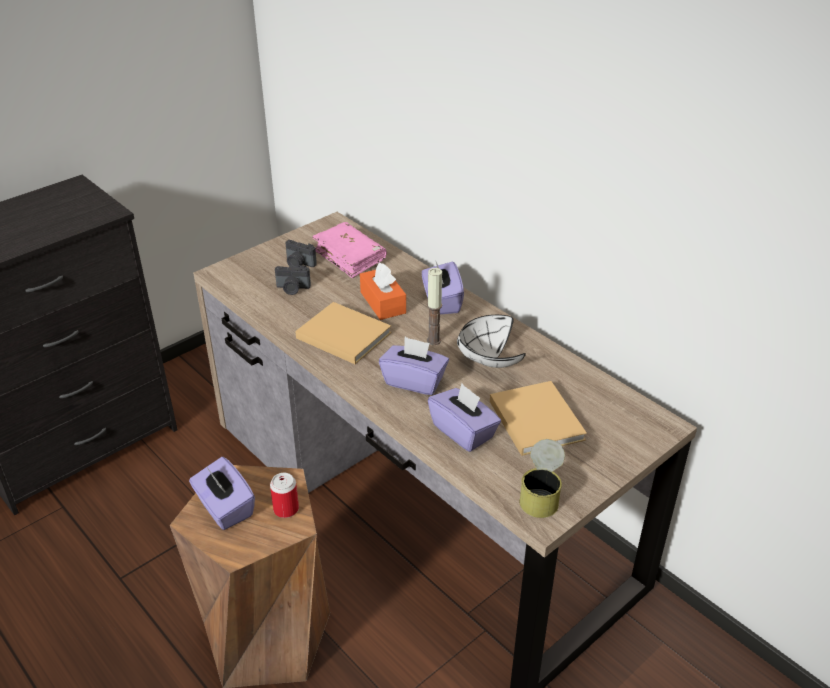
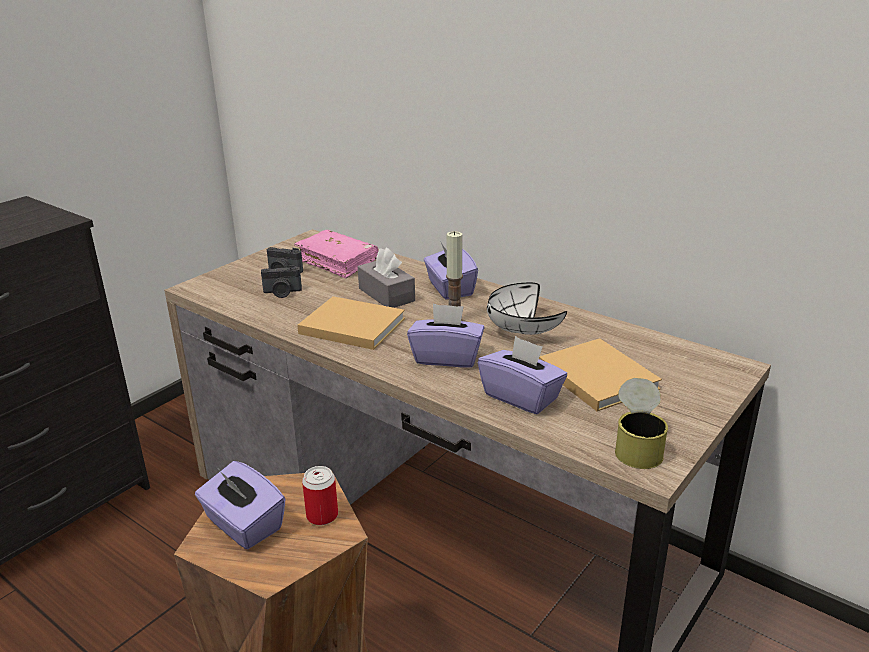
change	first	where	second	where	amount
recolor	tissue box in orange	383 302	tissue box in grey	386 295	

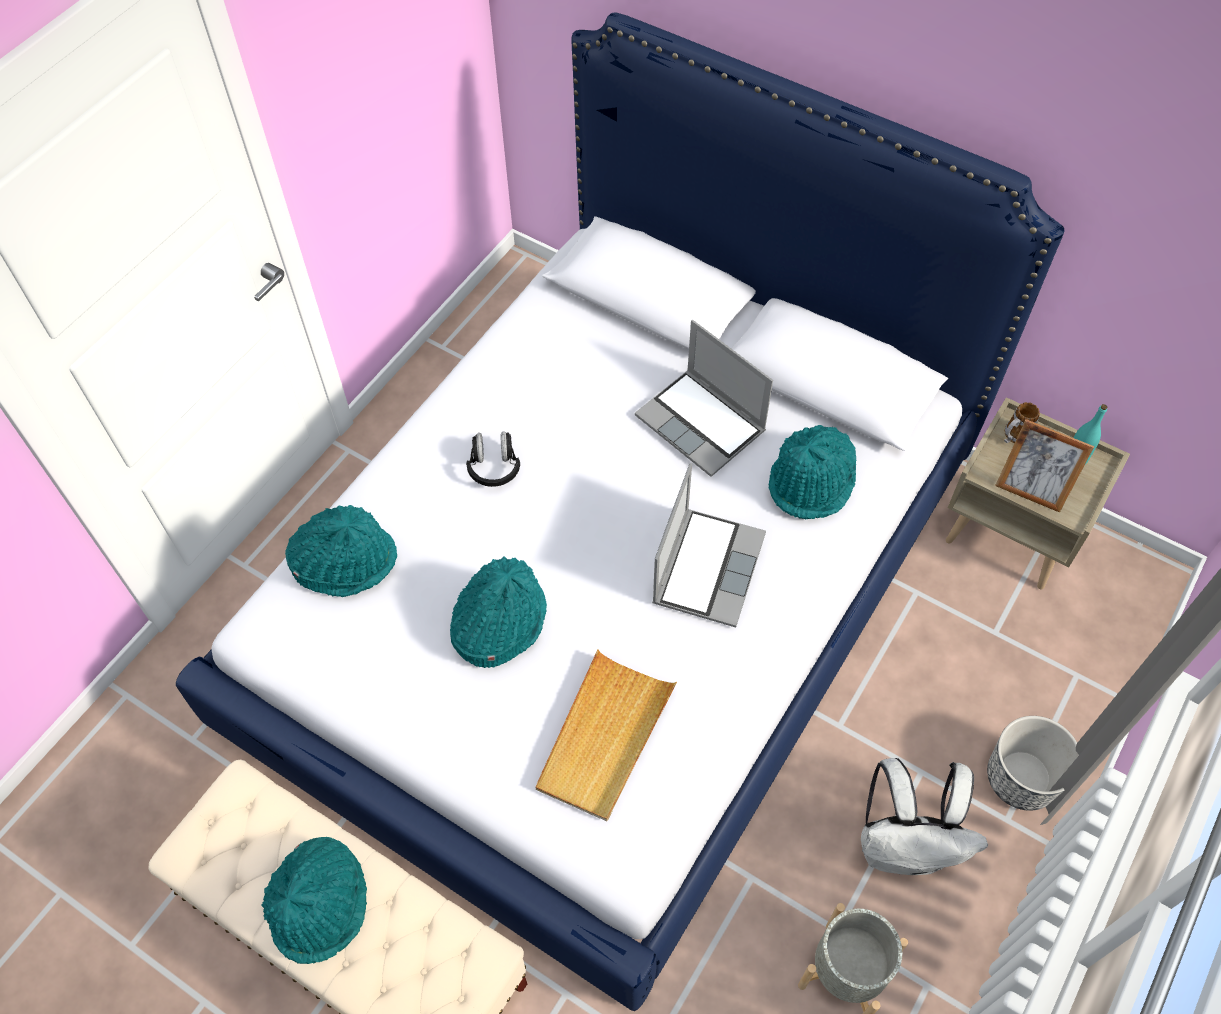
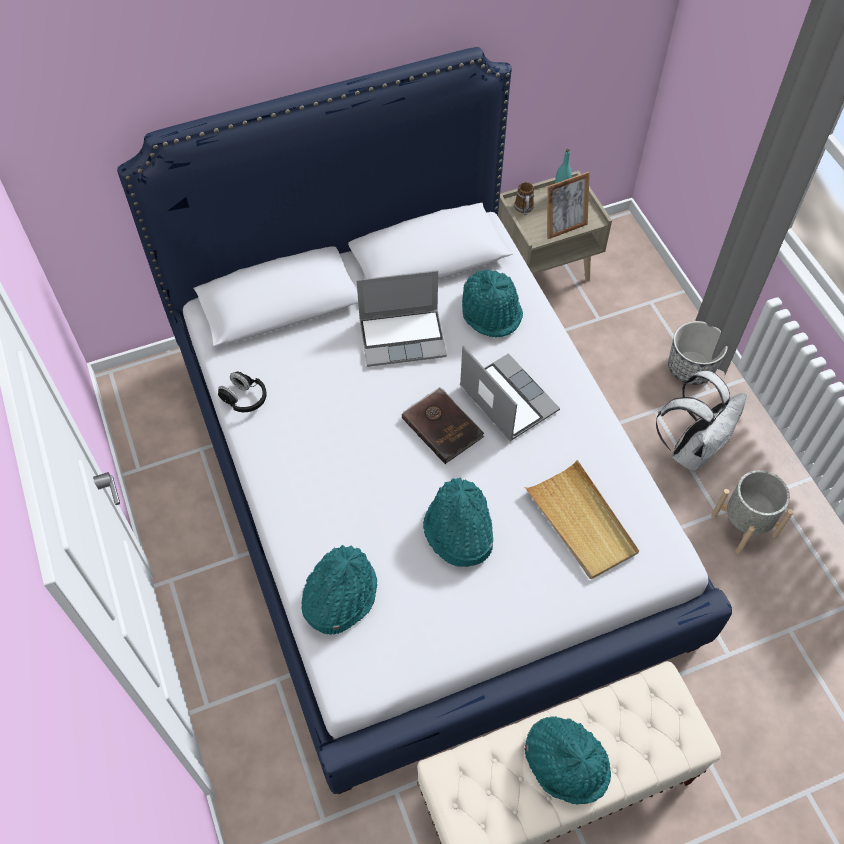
change	first	where	second	where	amount
insert			book in brown	442 426	
move	headphones in black	494 467		244 399	

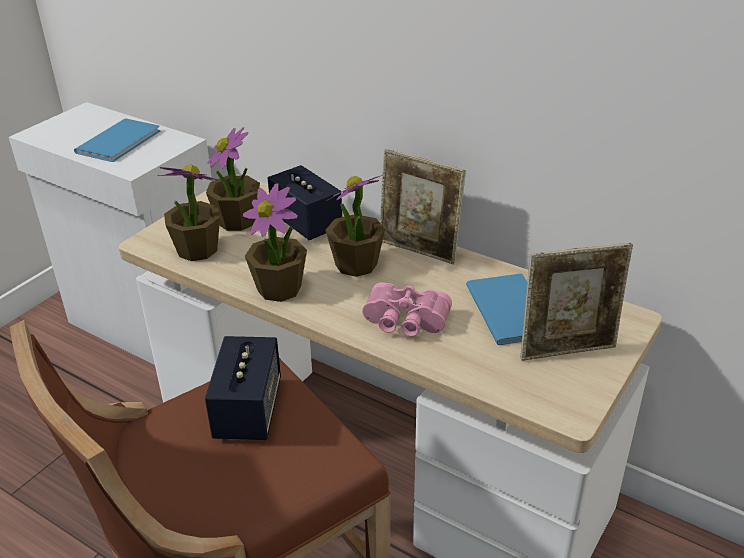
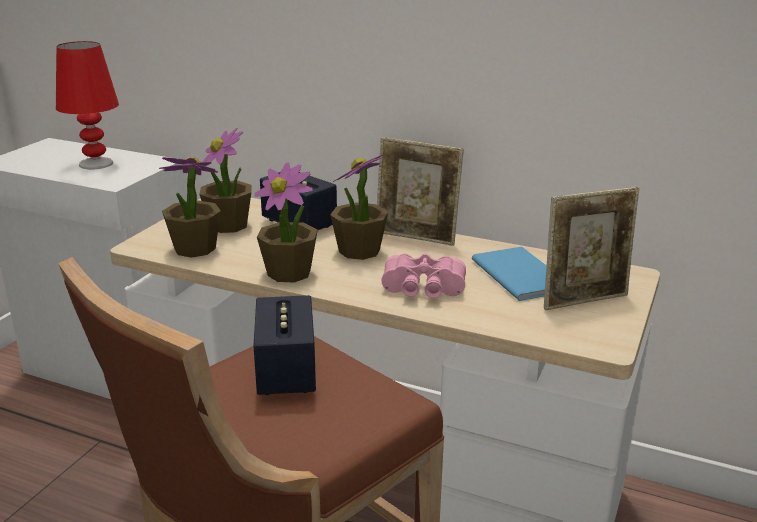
change	first	where	second	where	amount
replace	book in blue	122 141	table lamp in red	96 164	

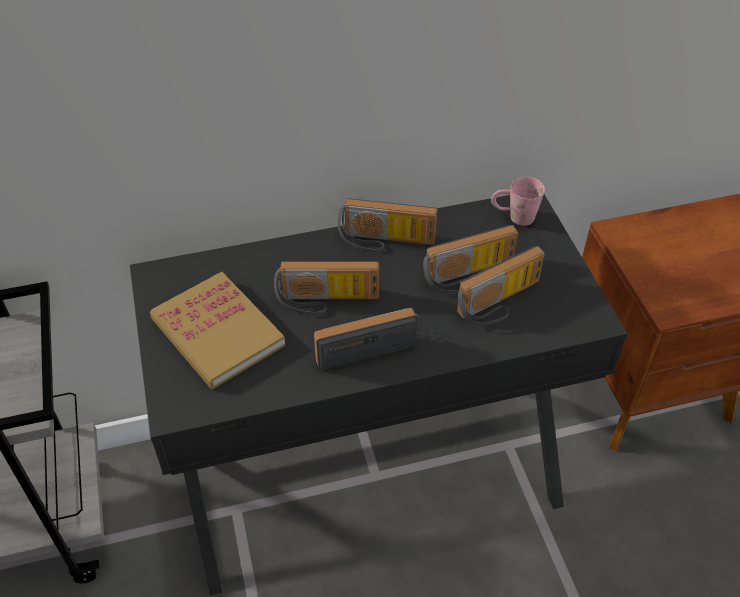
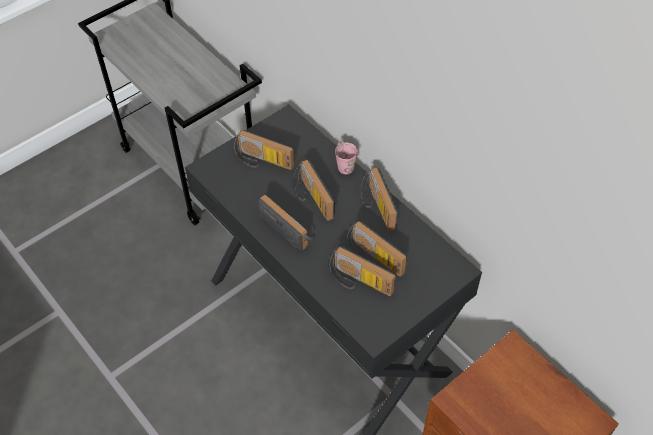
change	first	where	second	where	amount
move	mug in pink	513 217		344 164	
replace	book	217 332	radio	262 161	

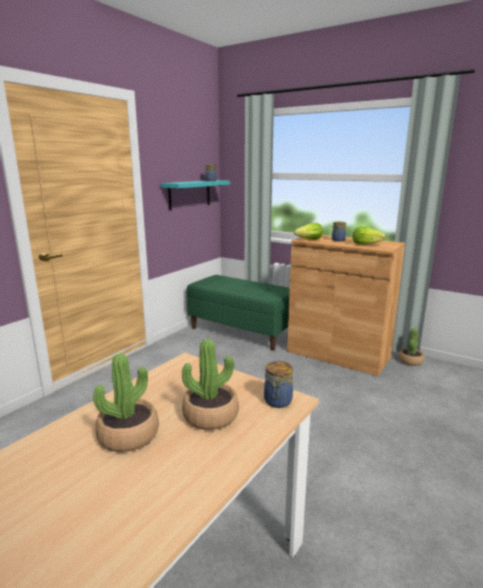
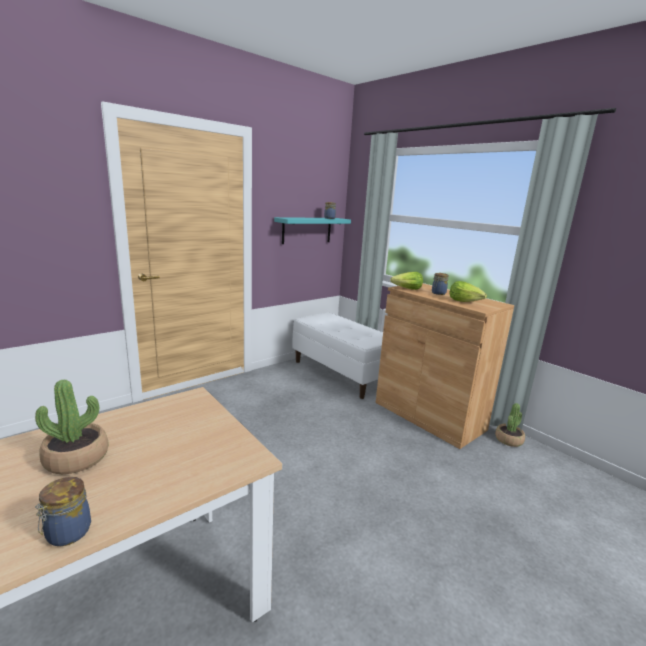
change	first	where	second	where	amount
delete	potted plant	210 415			
move	jar	277 402		67 534	
recolor	bench in green	242 331	bench in white	342 373	

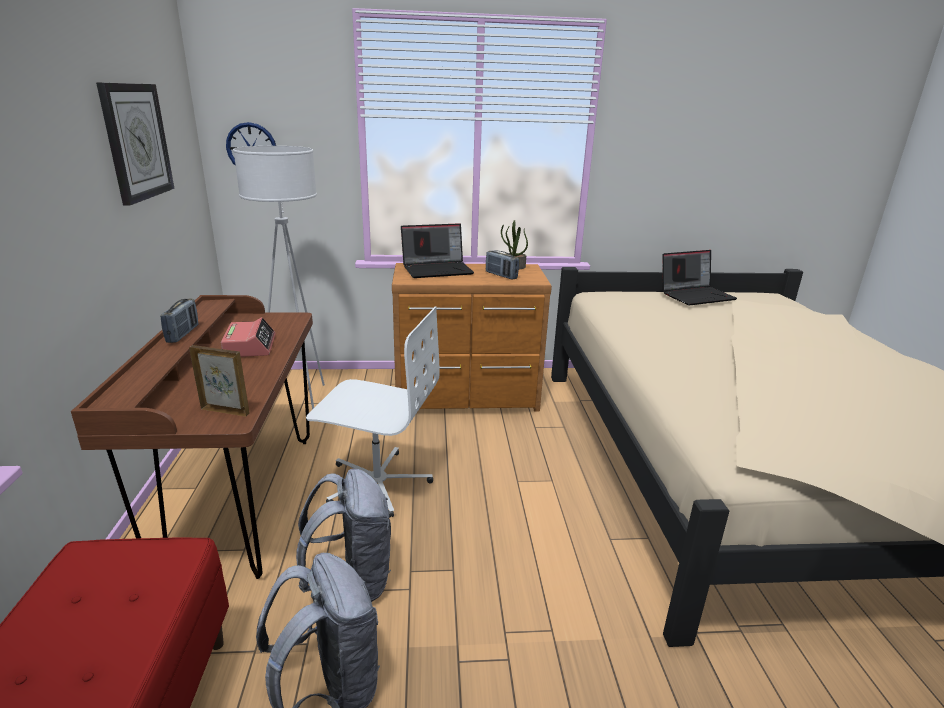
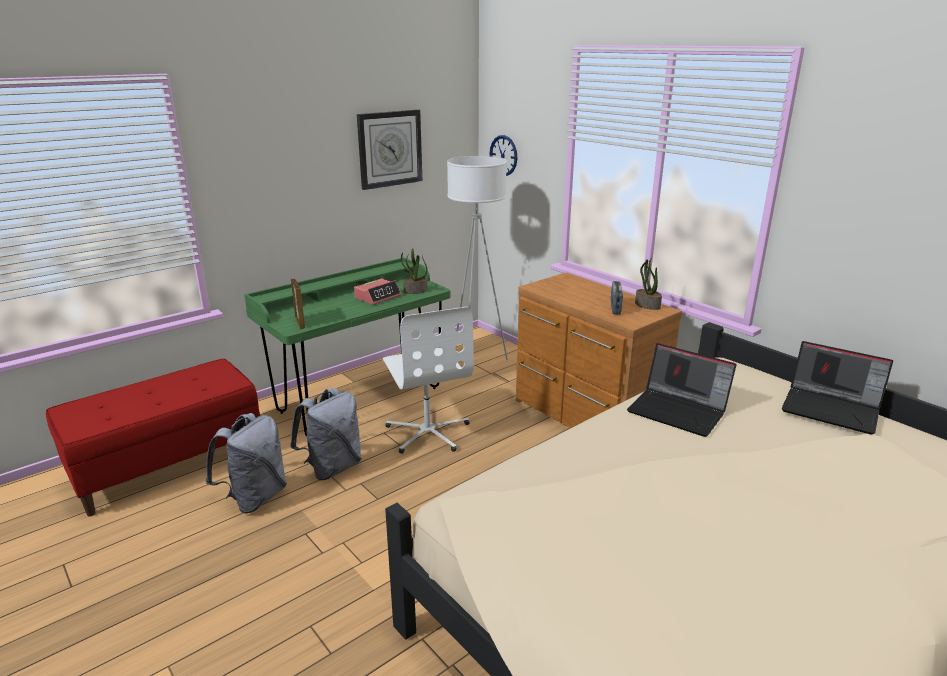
change	first	where	second	where	amount
delete	radio	183 334			
insert			potted plant	415 291	
move	laptop	438 269		679 411	
recolor	desk in brown	243 500	desk in green	360 400	

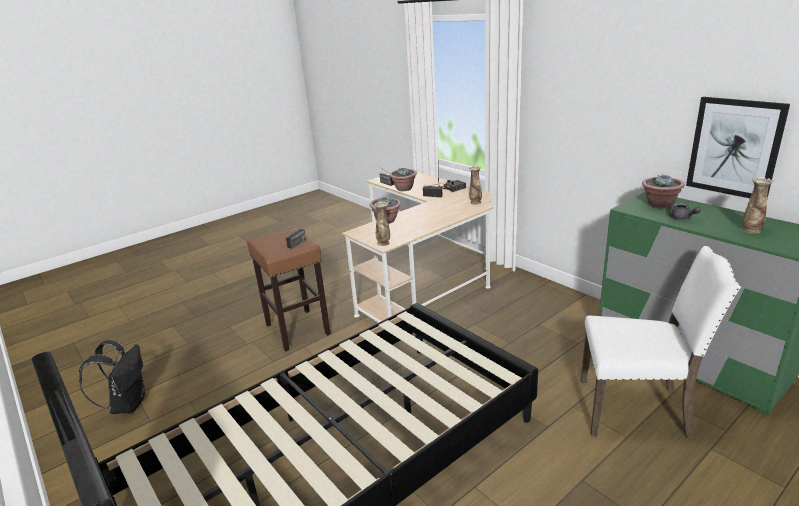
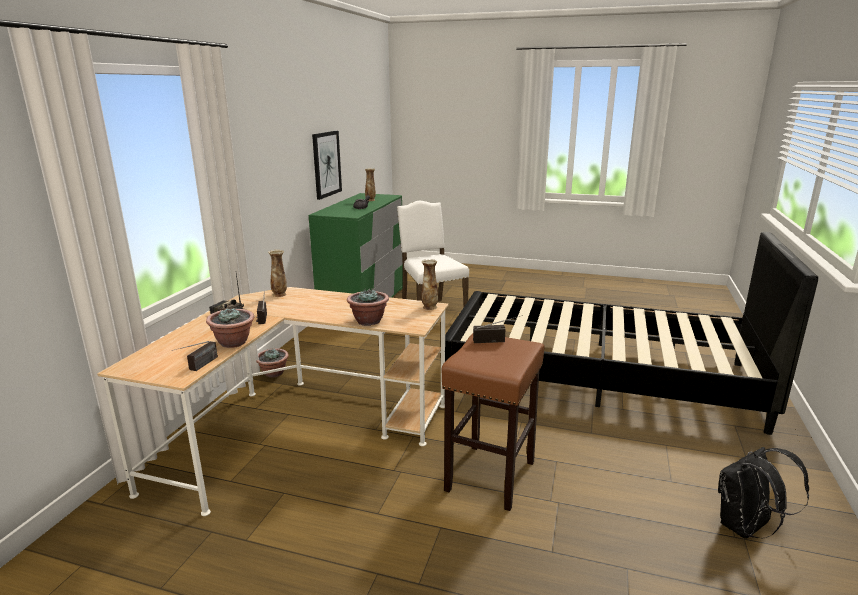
change	first	where	second	where	amount
move	potted plant	659 205		274 373	

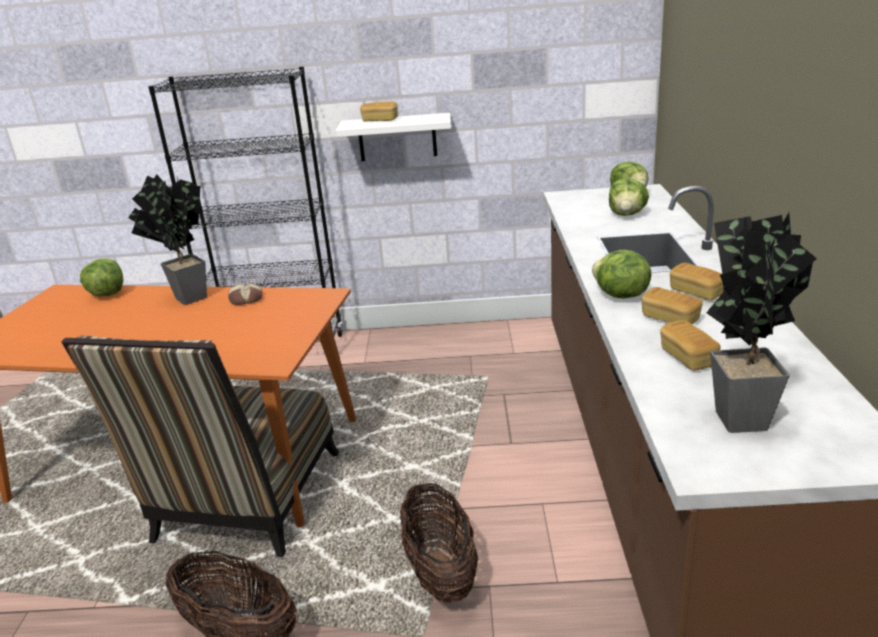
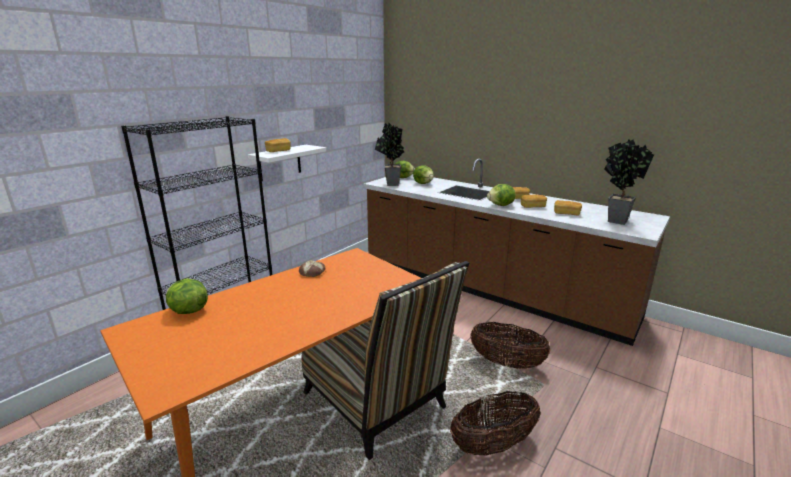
change	first	where	second	where	amount
move	potted plant	185 299		391 185	

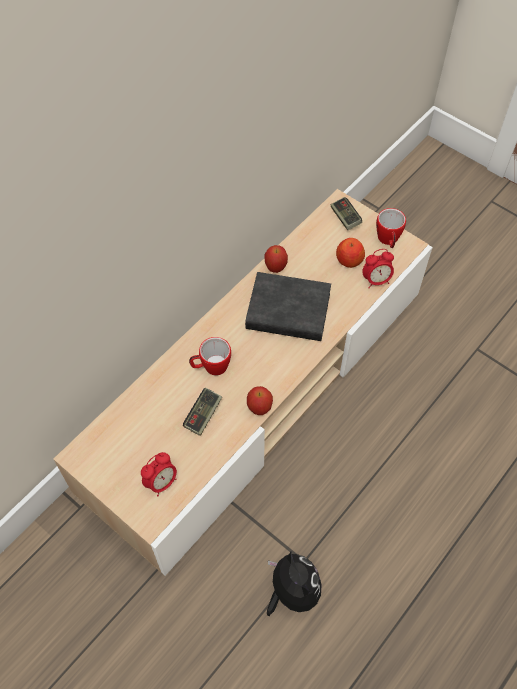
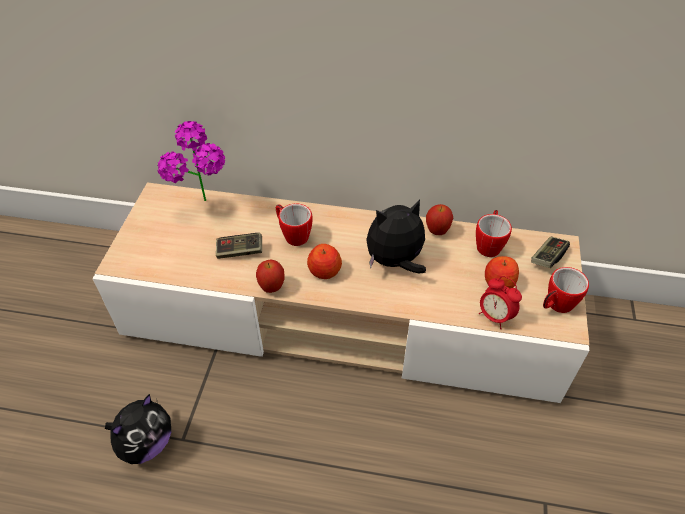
change	first	where	second	where	amount
delete	alarm clock	161 482			
insert			potted plant	205 208	
insert			apple	324 271	
insert			mug	489 244	
replace	book in black	288 312	plush toy	395 262	

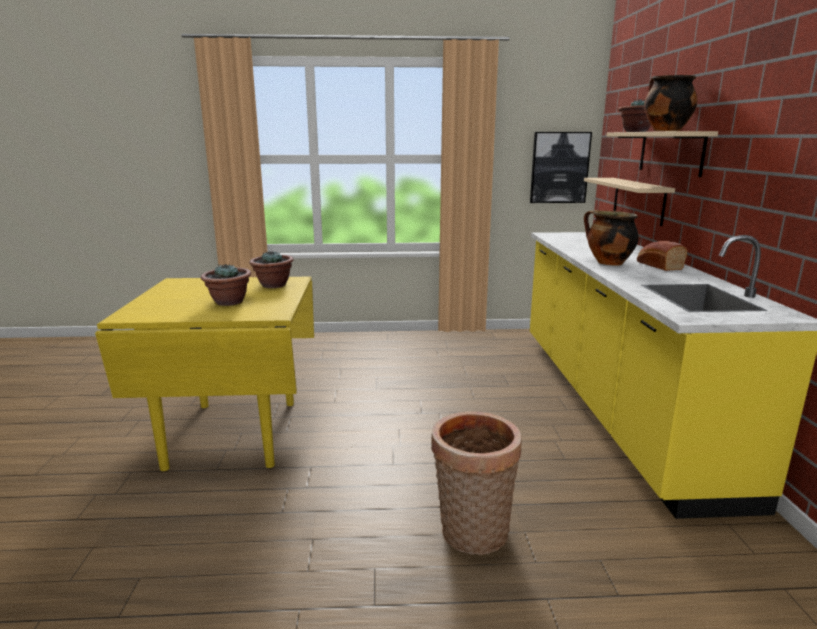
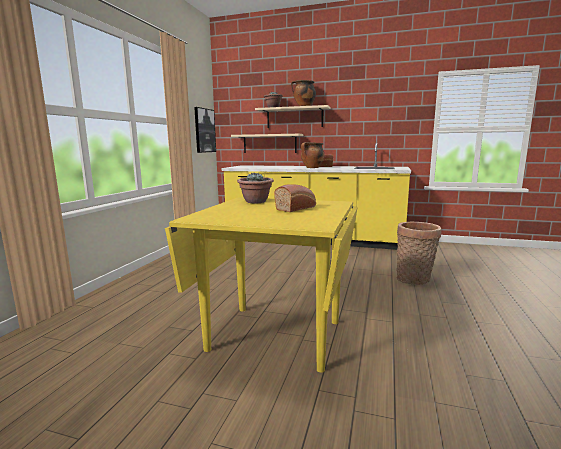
change	first	where	second	where	amount
replace	potted plant	229 302	bread	297 208	

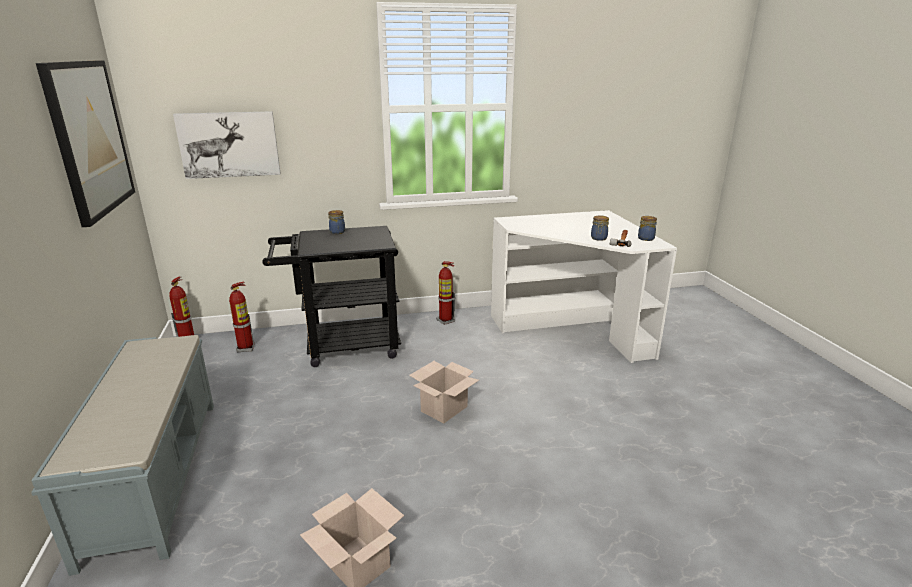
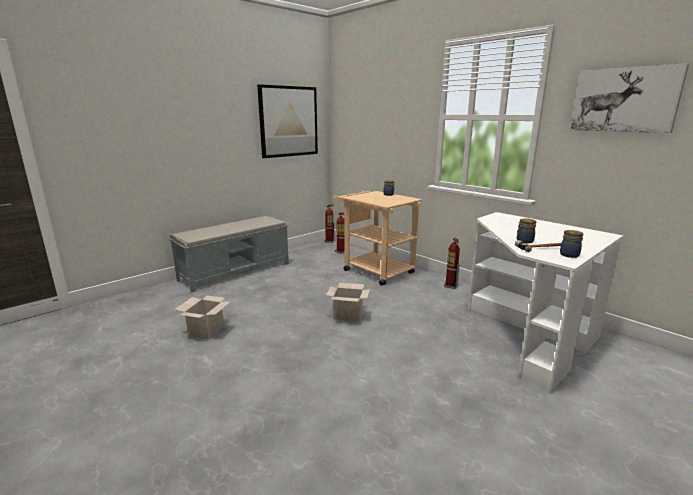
change	first	where	second	where	amount
move	picture	229 144		624 100	
recolor	cart in black	343 346	cart in beige	373 270	

